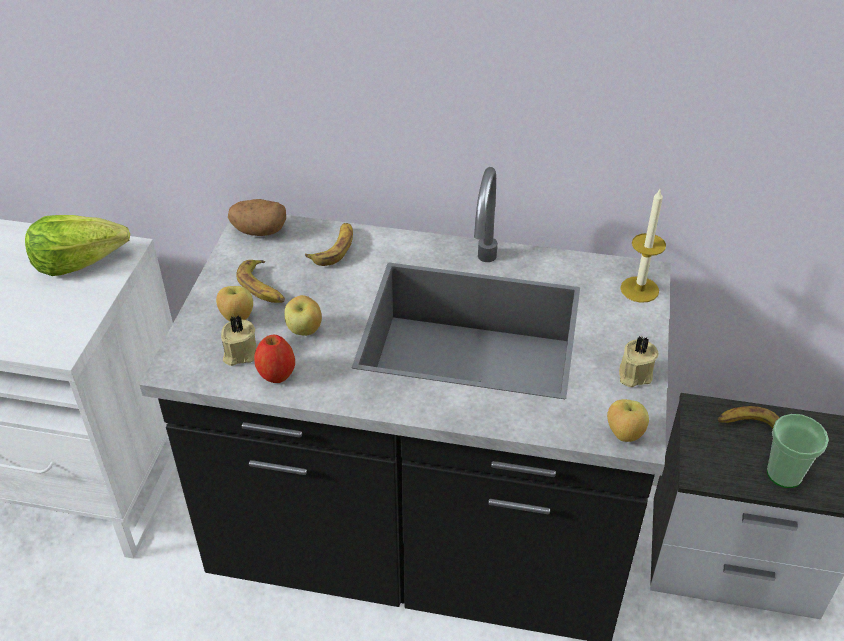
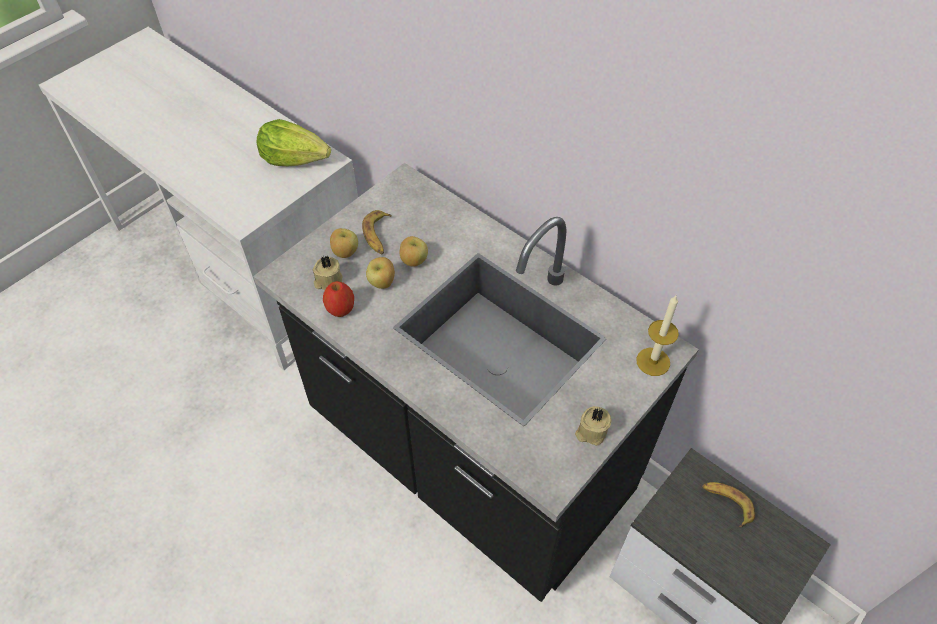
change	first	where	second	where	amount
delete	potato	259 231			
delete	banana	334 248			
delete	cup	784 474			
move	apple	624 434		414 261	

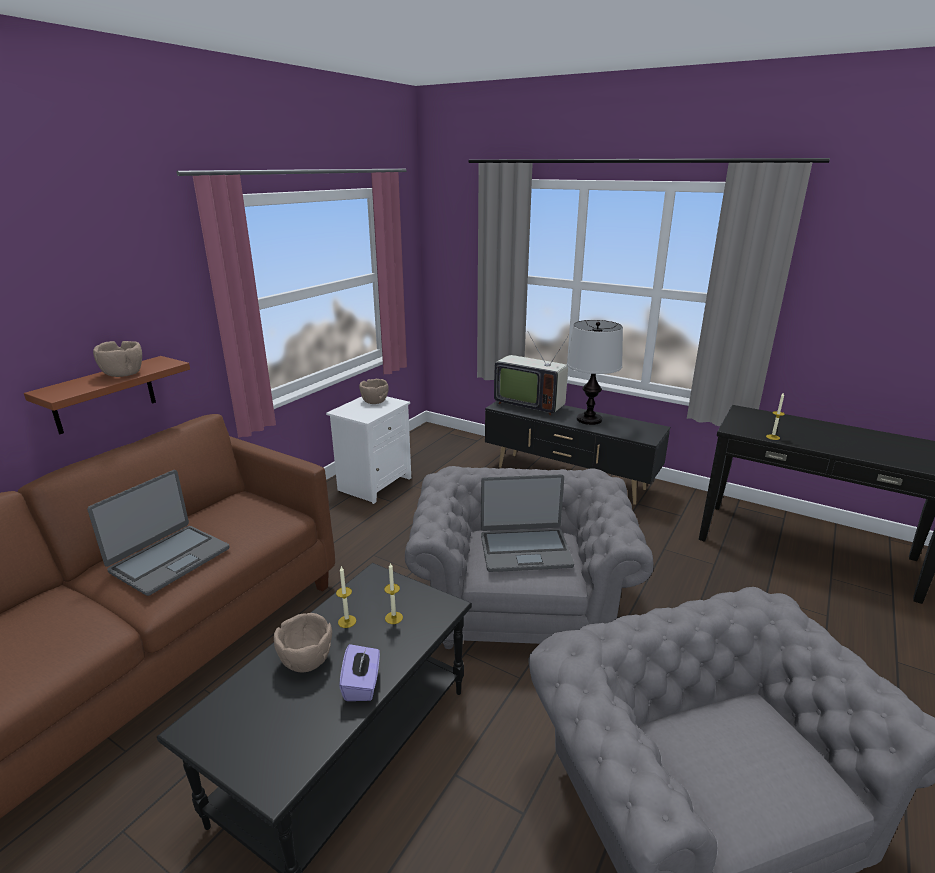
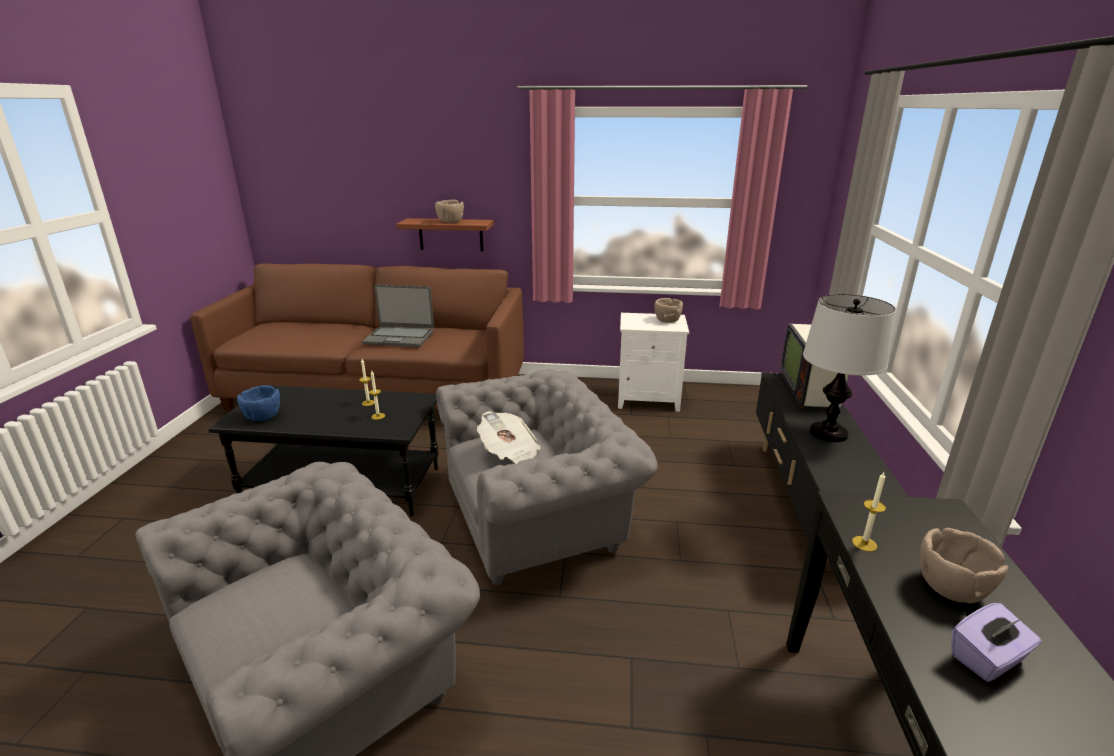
change	first	where	second	where	amount
insert			bowl in blue	262 416	
move	bowl in brown	305 660		950 587	
move	tissue box in purple	362 684		987 659	
replace	laptop	525 550	newspaper	510 453	

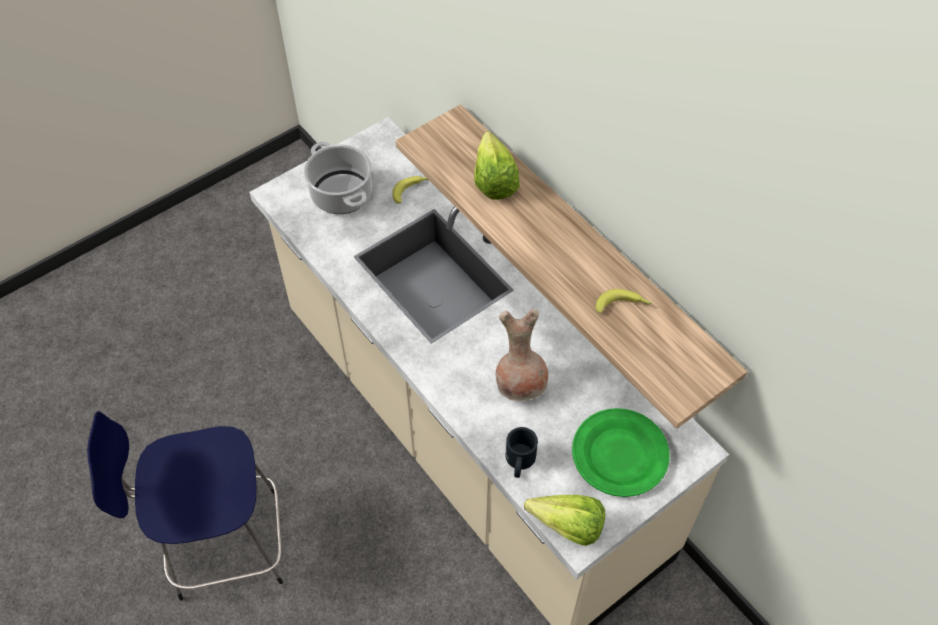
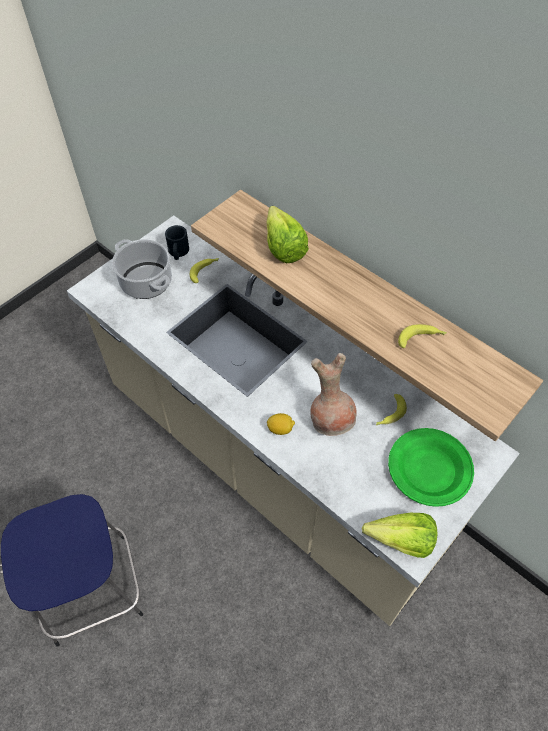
change	first	where	second	where	amount
insert			lemon	280 429	
insert			banana	389 414	
move	mug in black	519 462		178 253	

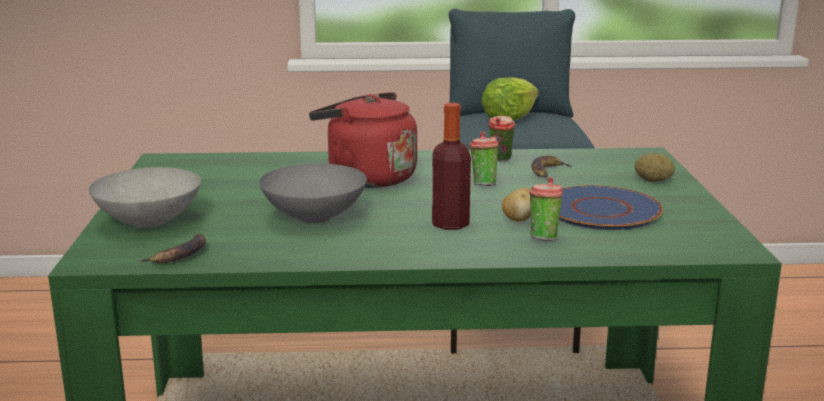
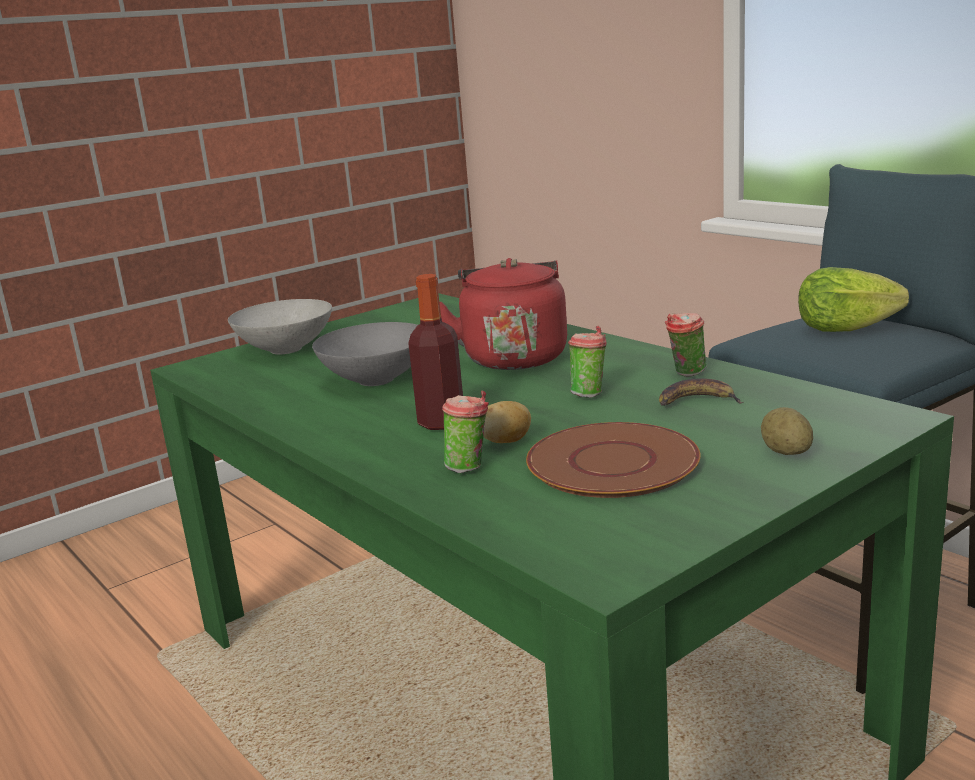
change	first	where	second	where	amount
delete	banana	179 255			
recolor	plate in blue	600 210	plate in brown	611 462	

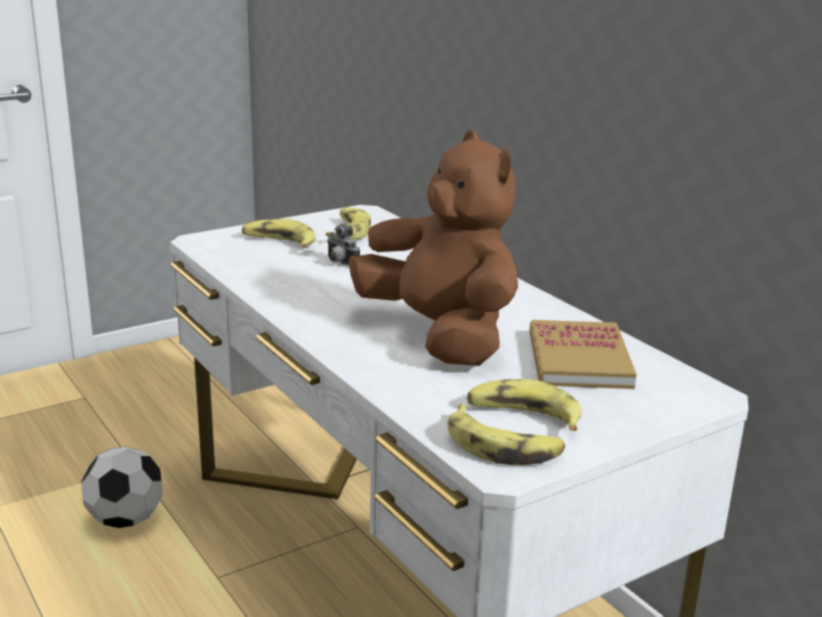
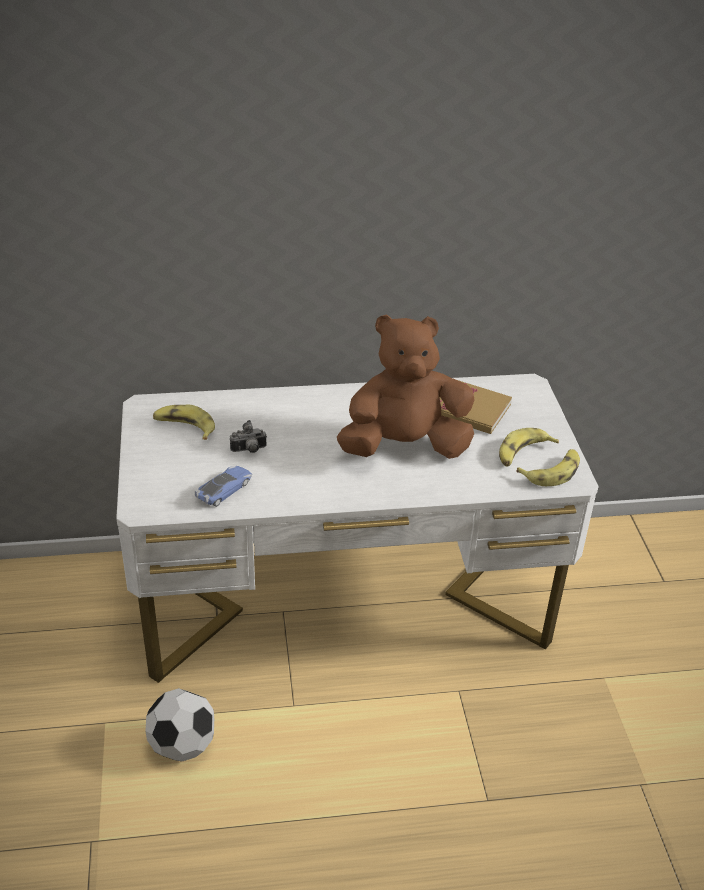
change	first	where	second	where	amount
delete	banana	279 243			
insert			toy car	224 489	

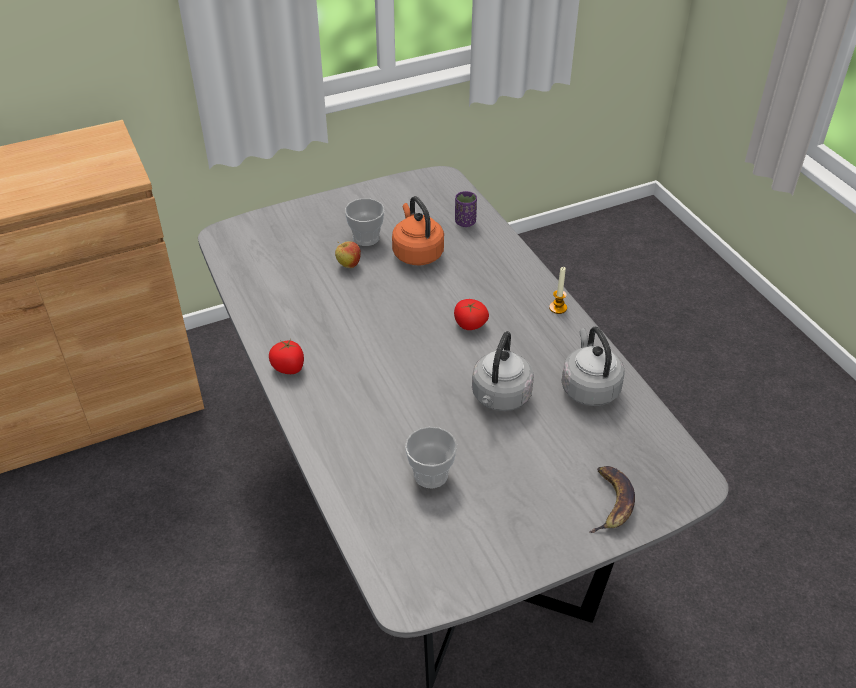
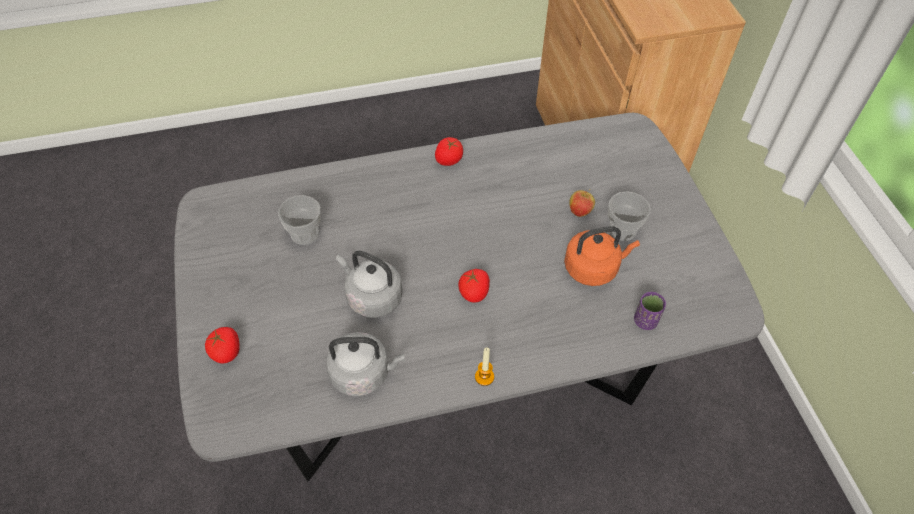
change	first	where	second	where	amount
replace	banana	611 503	tomato	226 352	

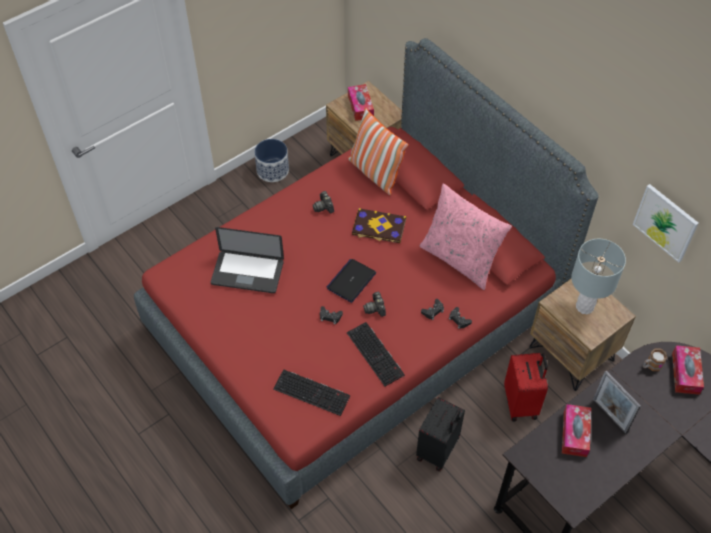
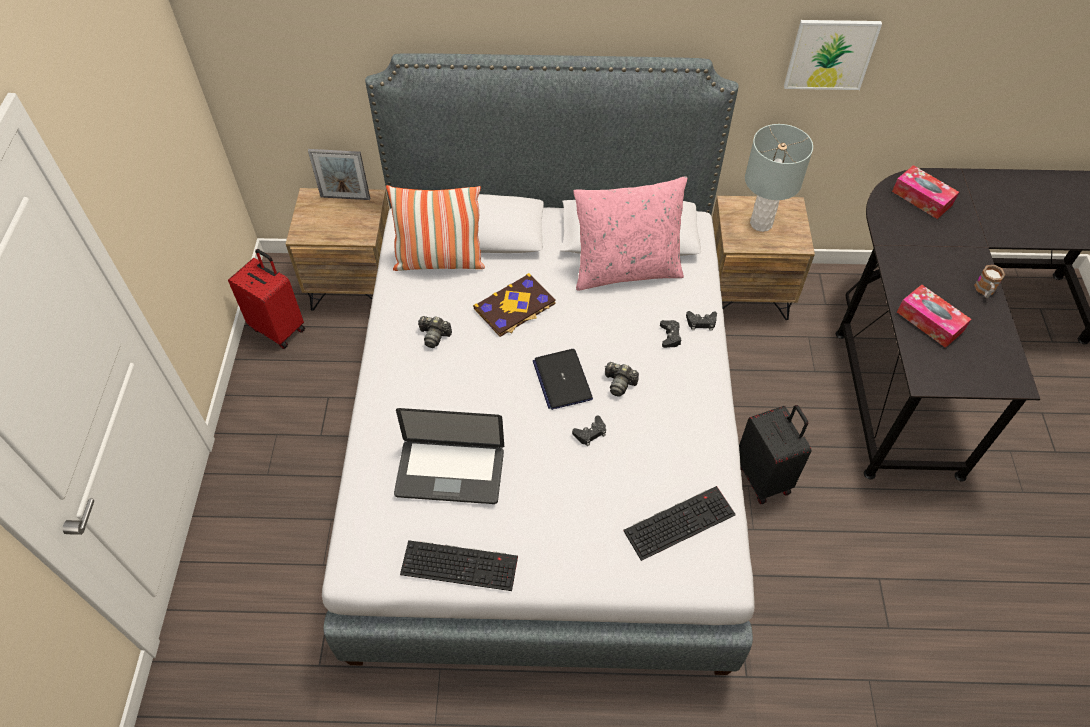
change	first	where	second	where	amount
delete	planter	272 170			
delete	tissue box	360 106			
move	keyboard	376 354		461 564	
move	suitcase in red	521 403		279 328	
move	picture frame	609 415		345 197	
move	mug	651 365		984 291	
recolor	bed in red	355 321	bed in grey	543 439	
rotate	laptop	247 273		450 473	45 degrees clockwise

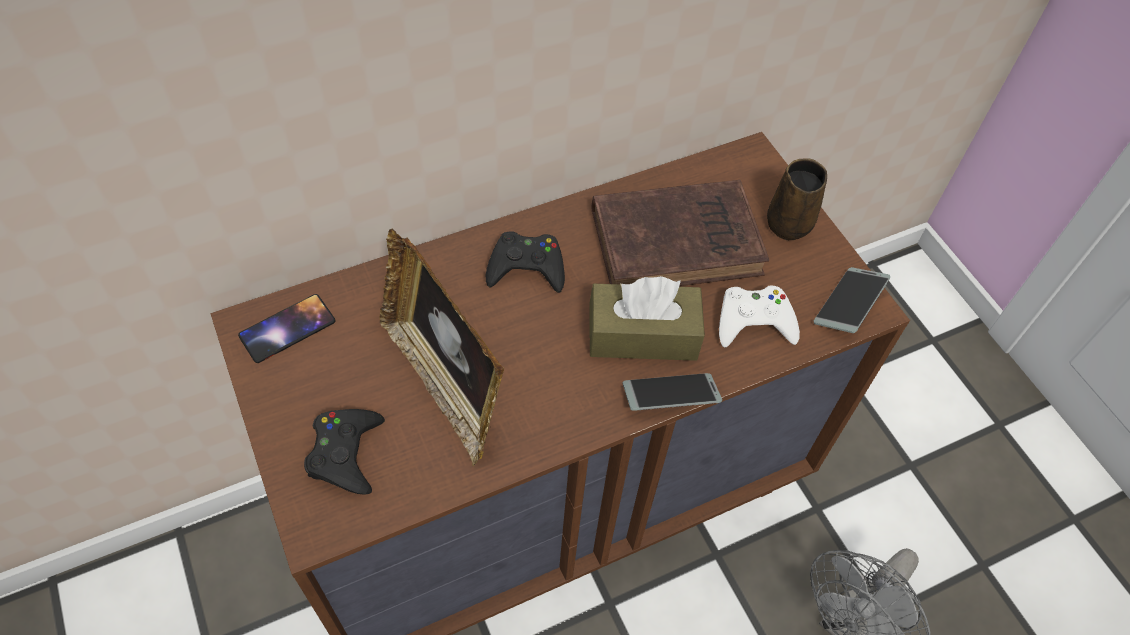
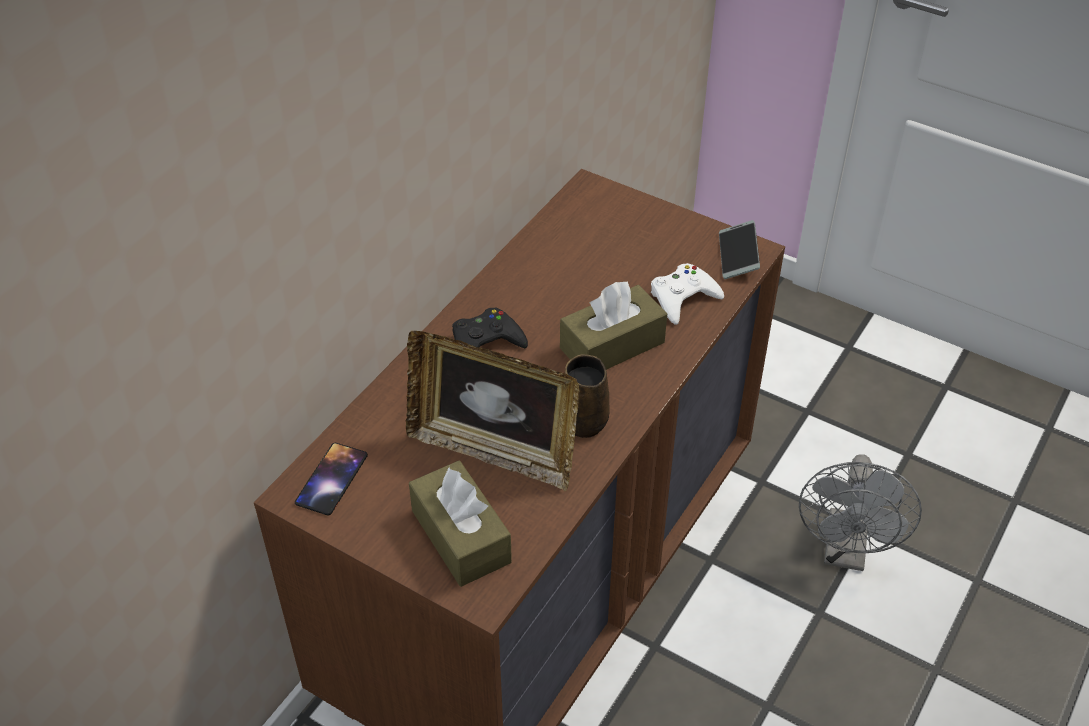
change	first	where	second	where	amount
delete	book in brown	680 242			
delete	phone	670 396			
move	mug in brown	790 222		583 419	
replace	game controller in black	345 454	tissue box in brown	461 536	

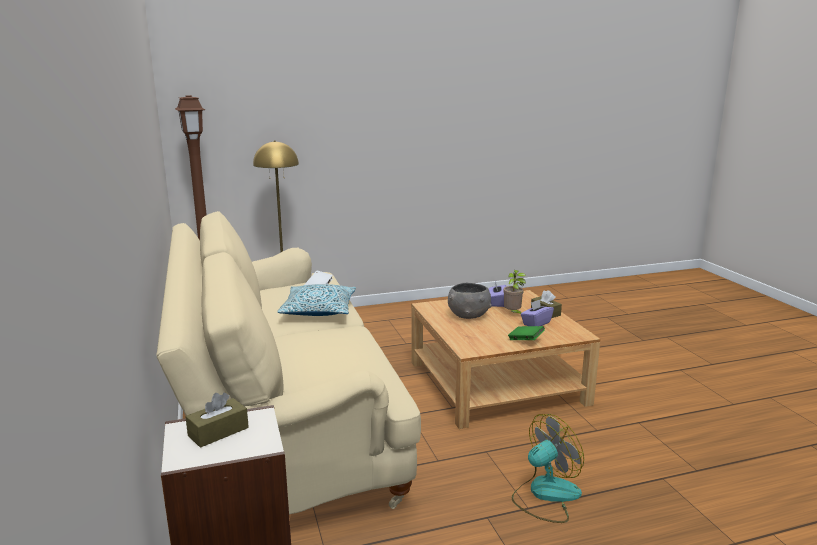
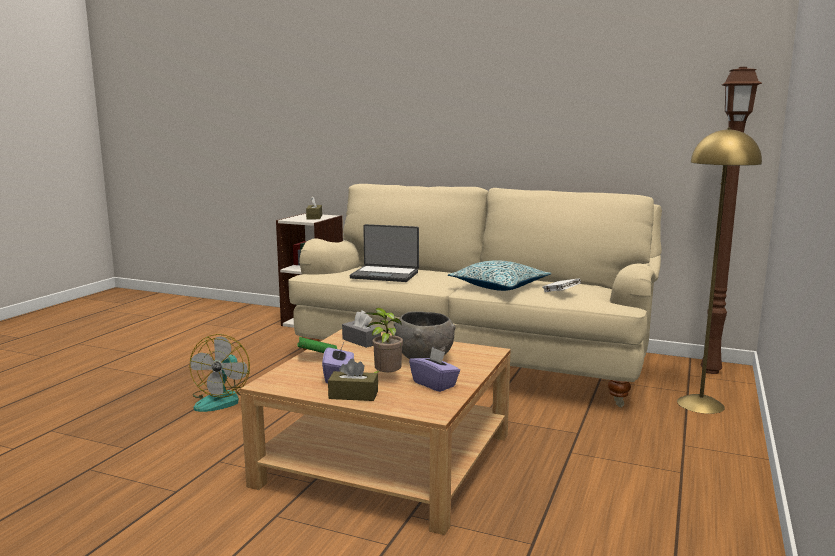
change	first	where	second	where	amount
insert			tissue box in grey	361 341	
insert			laptop	385 275	

